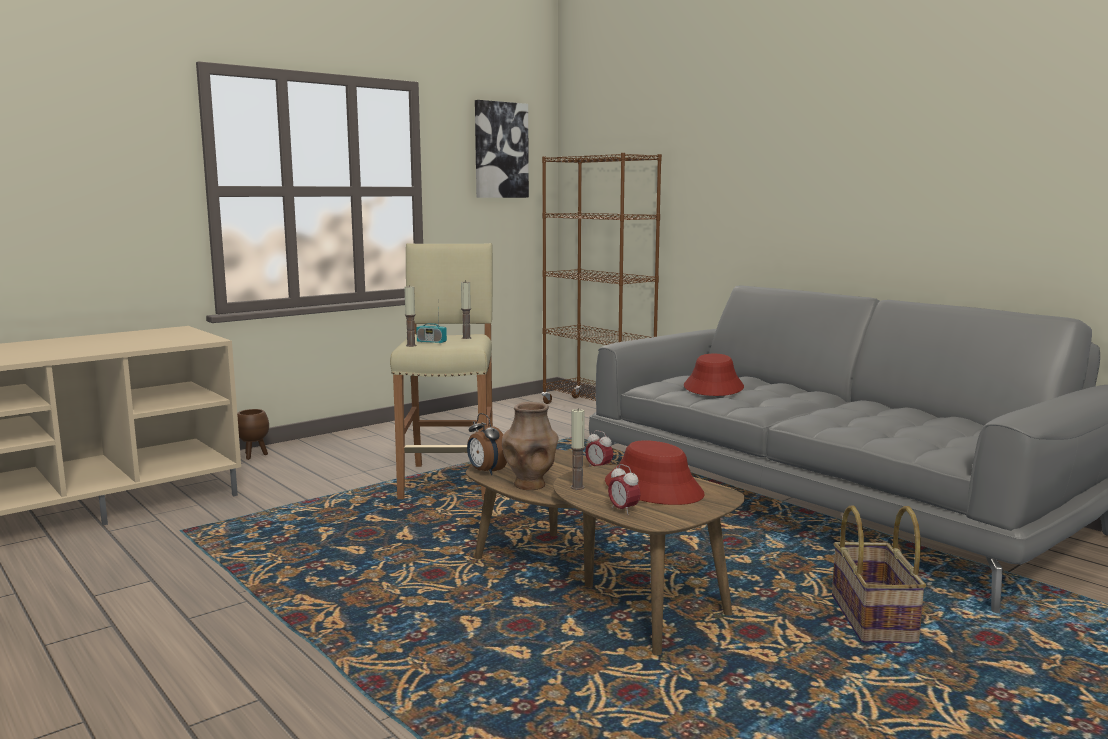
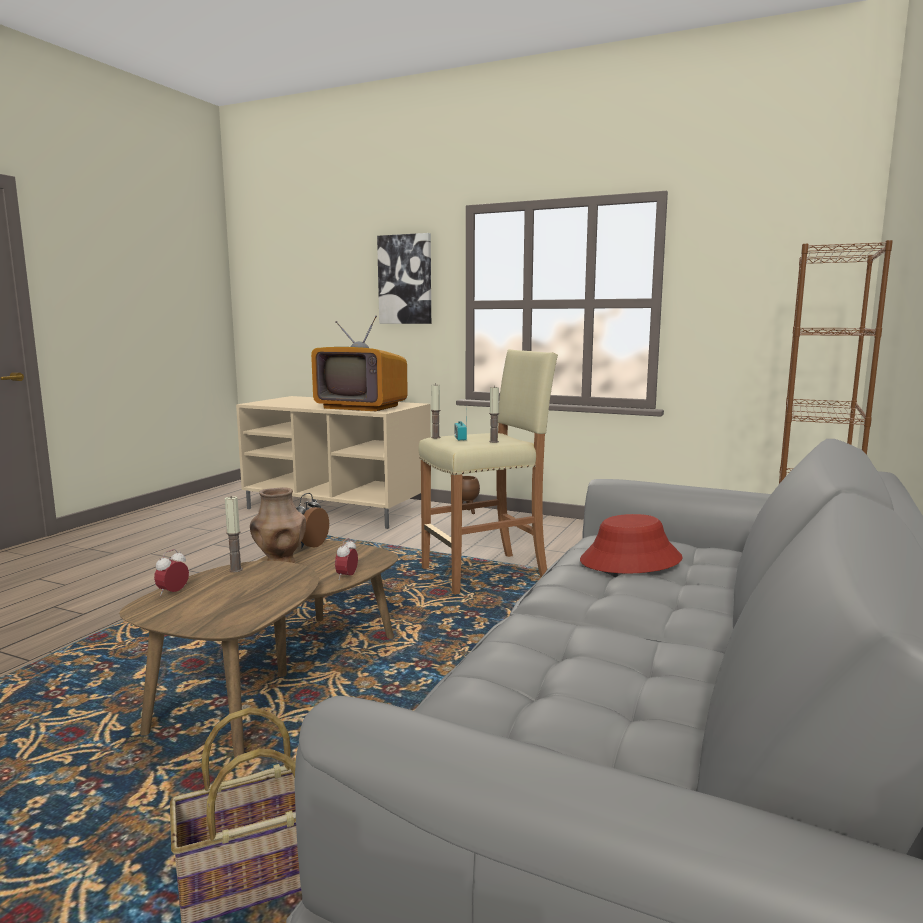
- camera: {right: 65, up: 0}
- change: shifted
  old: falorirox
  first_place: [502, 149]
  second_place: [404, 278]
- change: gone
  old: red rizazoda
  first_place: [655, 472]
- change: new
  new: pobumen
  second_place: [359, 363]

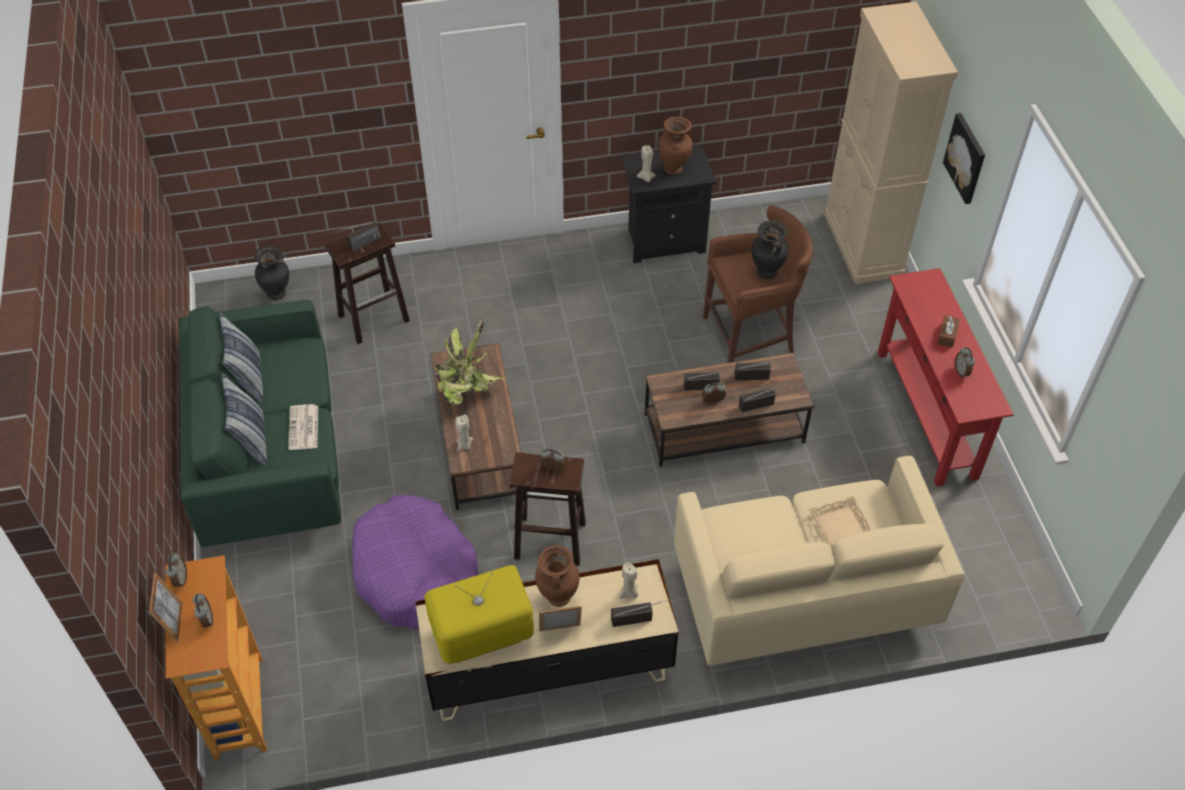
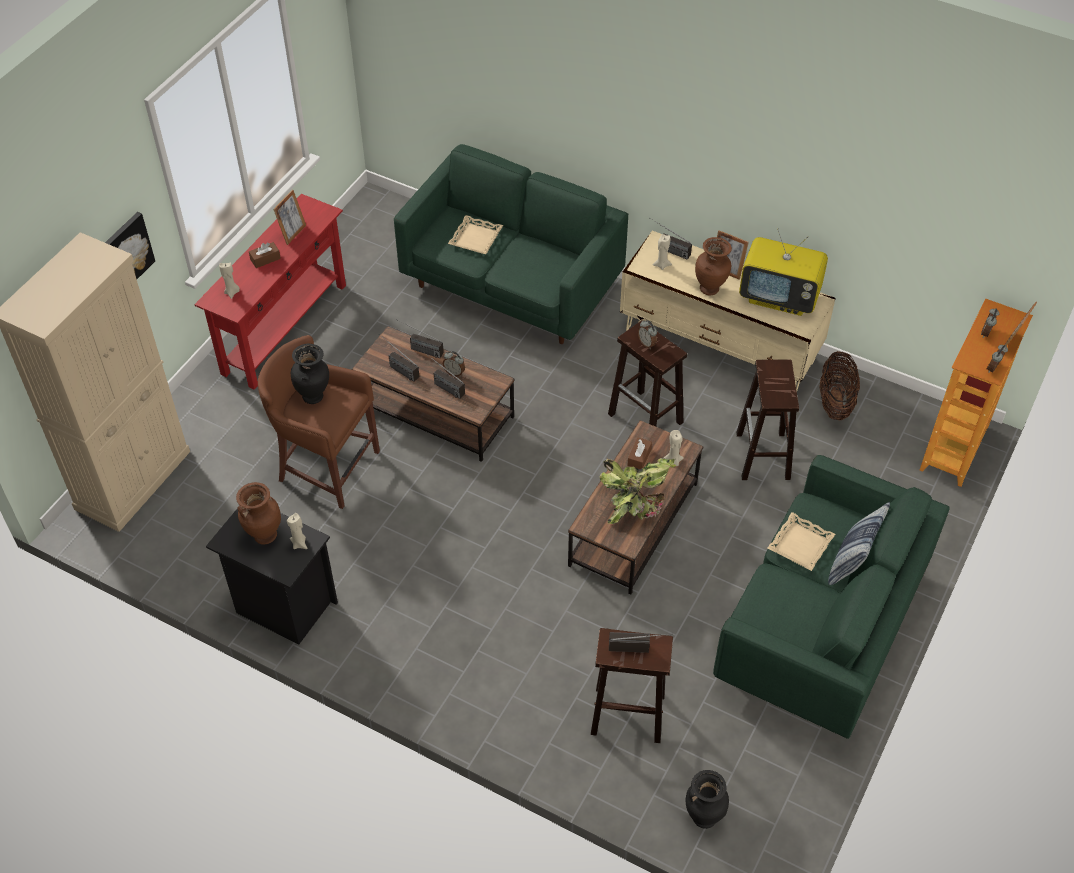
- camera: {right: -140, up: 0}
- change: gone
  old: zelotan
  first_place: [241, 357]
- change: swapped
  old: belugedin
  new: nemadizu
  first_place: [965, 362]
  second_place: [289, 217]
- change: swapped
  old: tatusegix
  new: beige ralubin
  first_place: [303, 427]
  second_place: [801, 541]
- change: repainted
  old: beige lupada
  new: green lupada
  first_place: [819, 561]
  second_place: [511, 244]
- change: swapped
  old: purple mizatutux
  new: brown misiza
  first_place: [415, 562]
  second_place: [767, 420]
- change: new
  new: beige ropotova
  second_place: [229, 281]
- change: new
  new: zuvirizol
  second_place: [839, 386]
- change: new
  new: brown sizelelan
  second_place: [639, 453]

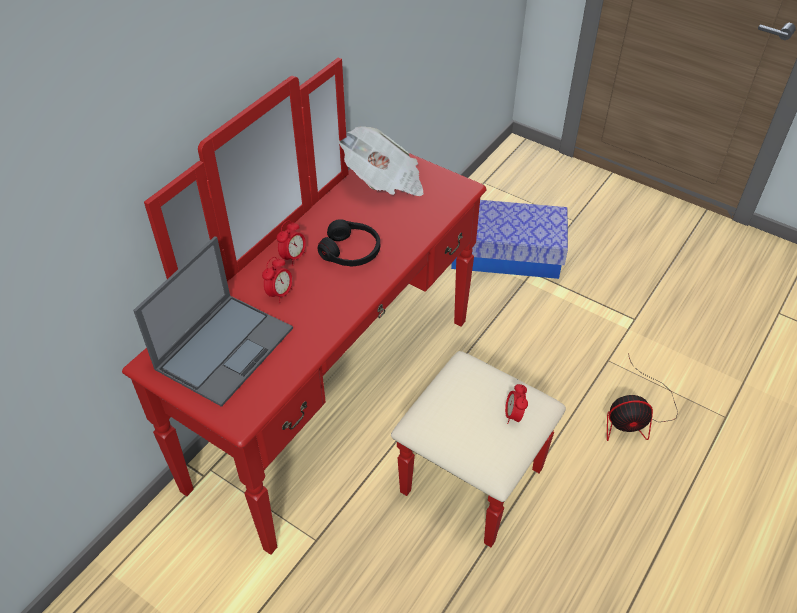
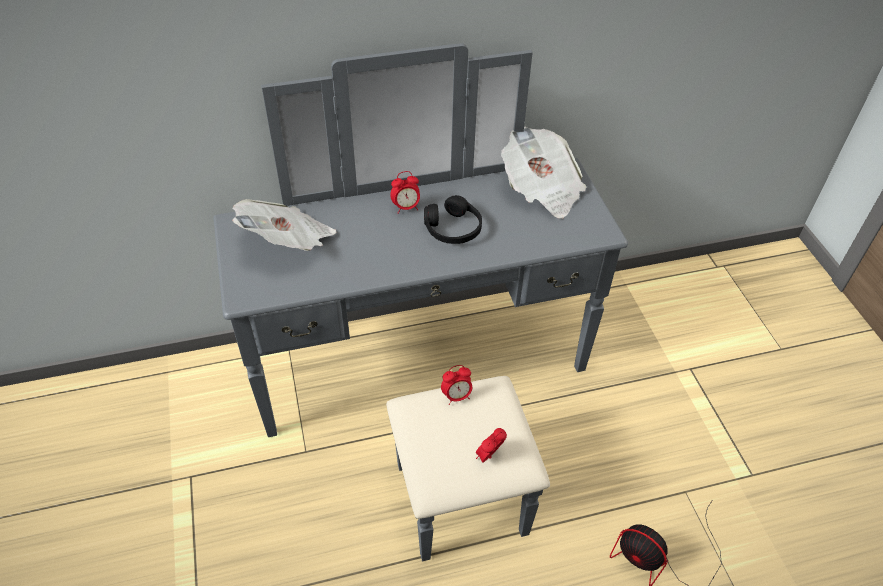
- camera: {right: 40, up: 0}
- change: repainted
  old: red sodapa
  new: grey sodapa
  first_place: [344, 306]
  second_place: [420, 302]
- change: gone
  old: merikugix
  first_place: [509, 239]
- change: swapped
  old: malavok
  new: tatusegix
  first_place: [213, 321]
  second_place: [284, 225]
- change: shifted
  old: belugedin
  first_place: [277, 280]
  second_place: [456, 385]

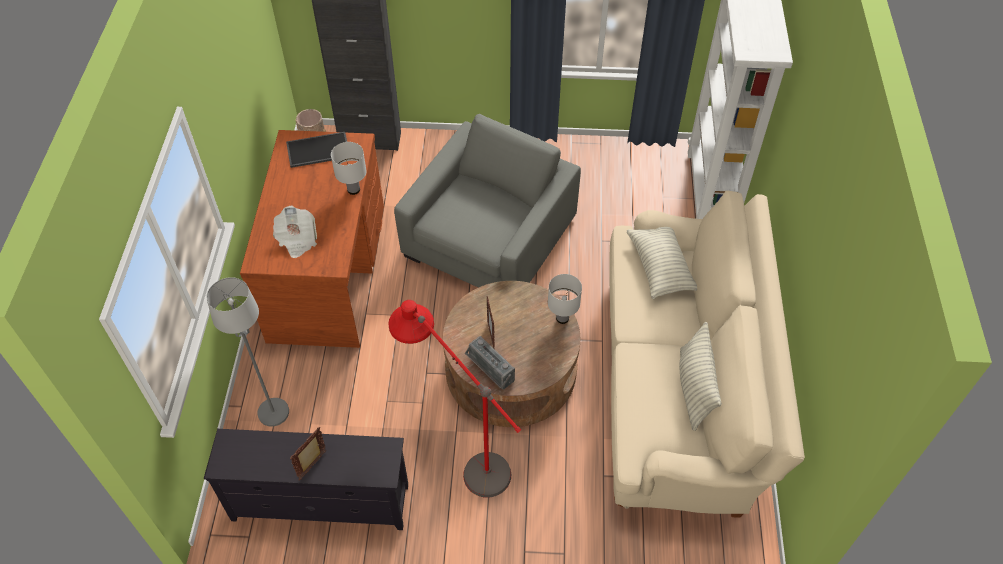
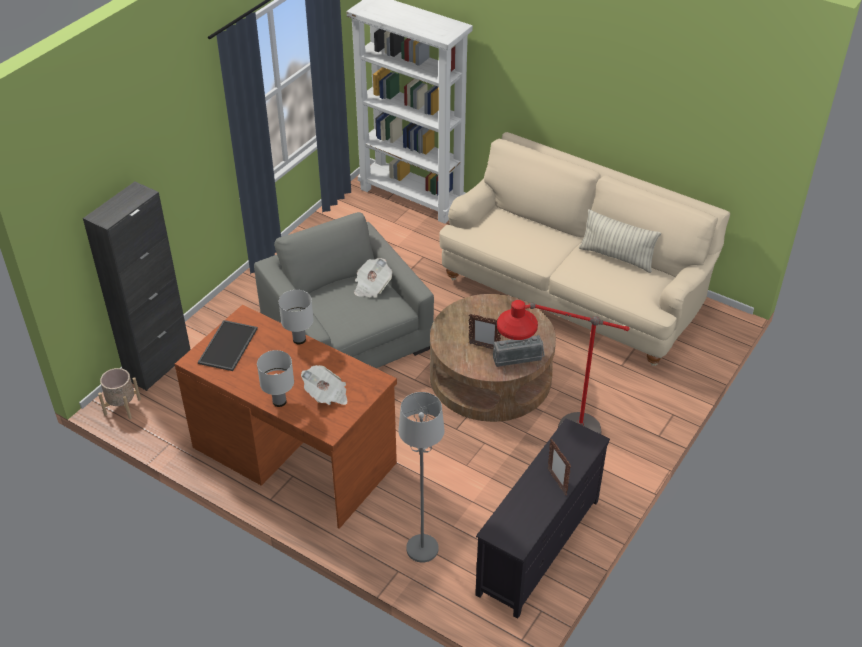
- camera: {right: -60, up: -10}
- change: gone
  old: zelotan
  first_place: [662, 263]
- change: shifted
  old: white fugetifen
  first_place: [565, 299]
  second_place: [275, 378]
- change: new
  new: tatusegix
  second_place: [373, 278]

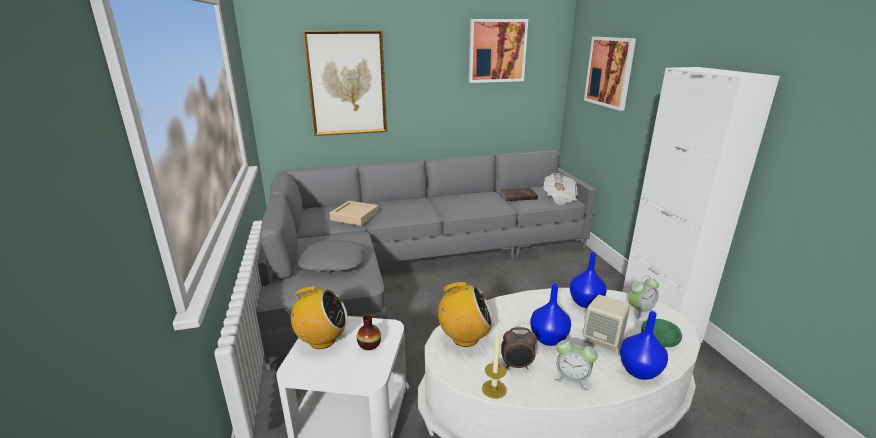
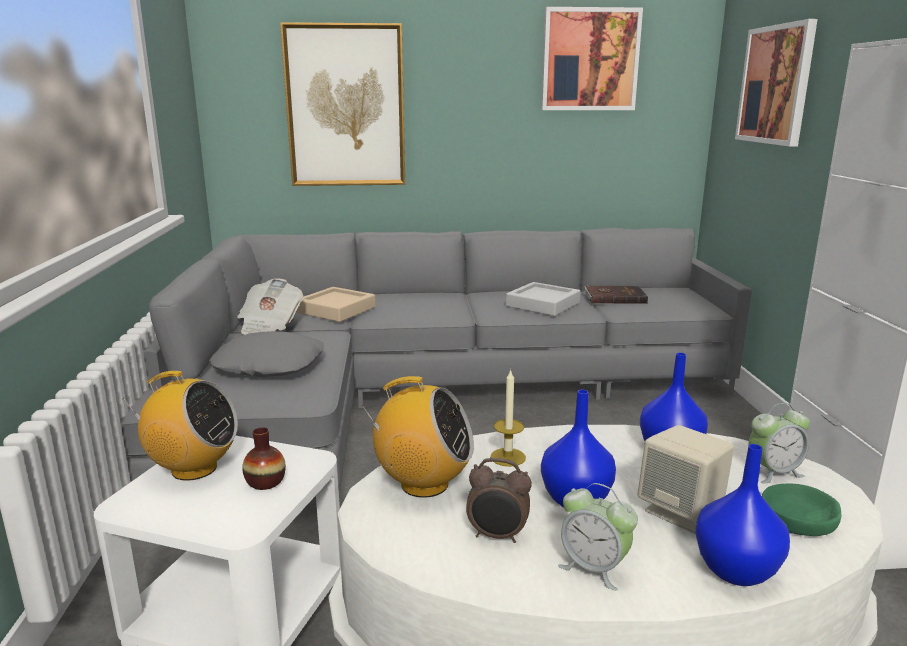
- camera: {right: 10, up: -5}
- change: shifted
  old: tatusegix
  first_place: [560, 188]
  second_place: [270, 306]
- change: shifted
  old: ropotova
  first_place: [494, 367]
  second_place: [508, 418]
- change: new
  new: grey ralubin
  second_place: [543, 299]

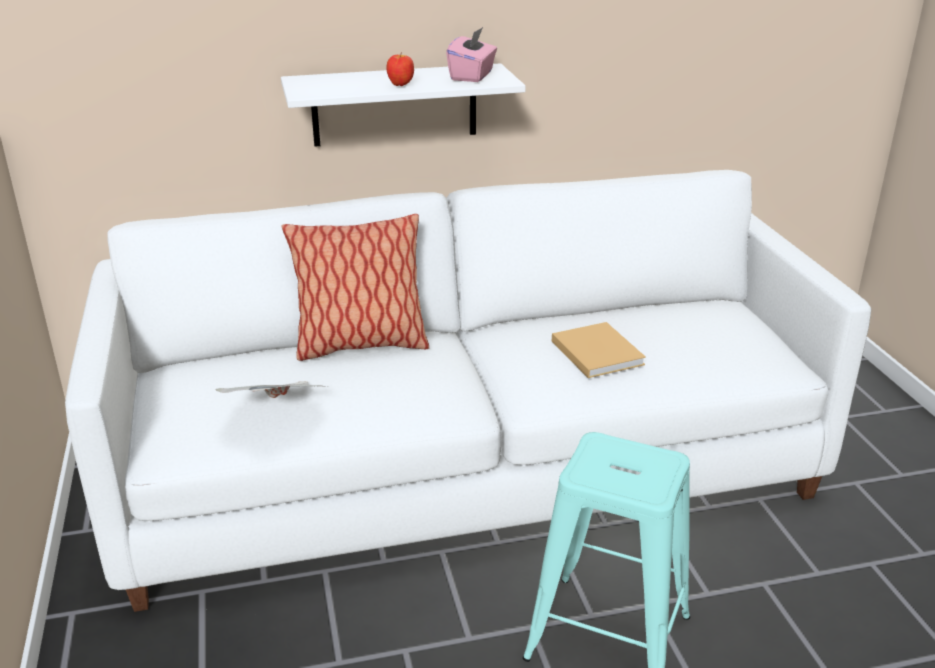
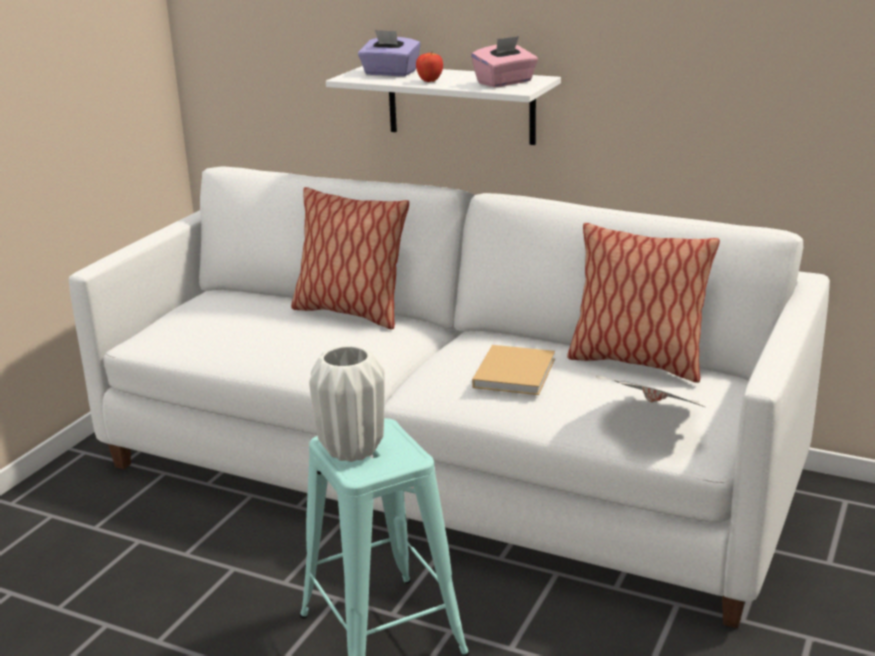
- camera: {right: 40, up: -5}
- change: shifted
  old: tatusegix
  first_place: [271, 389]
  second_place: [650, 391]
- change: new
  new: purple sizelelan
  second_place: [389, 53]
- change: new
  new: zelotan
  second_place: [643, 303]
- change: new
  new: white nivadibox
  second_place: [347, 403]

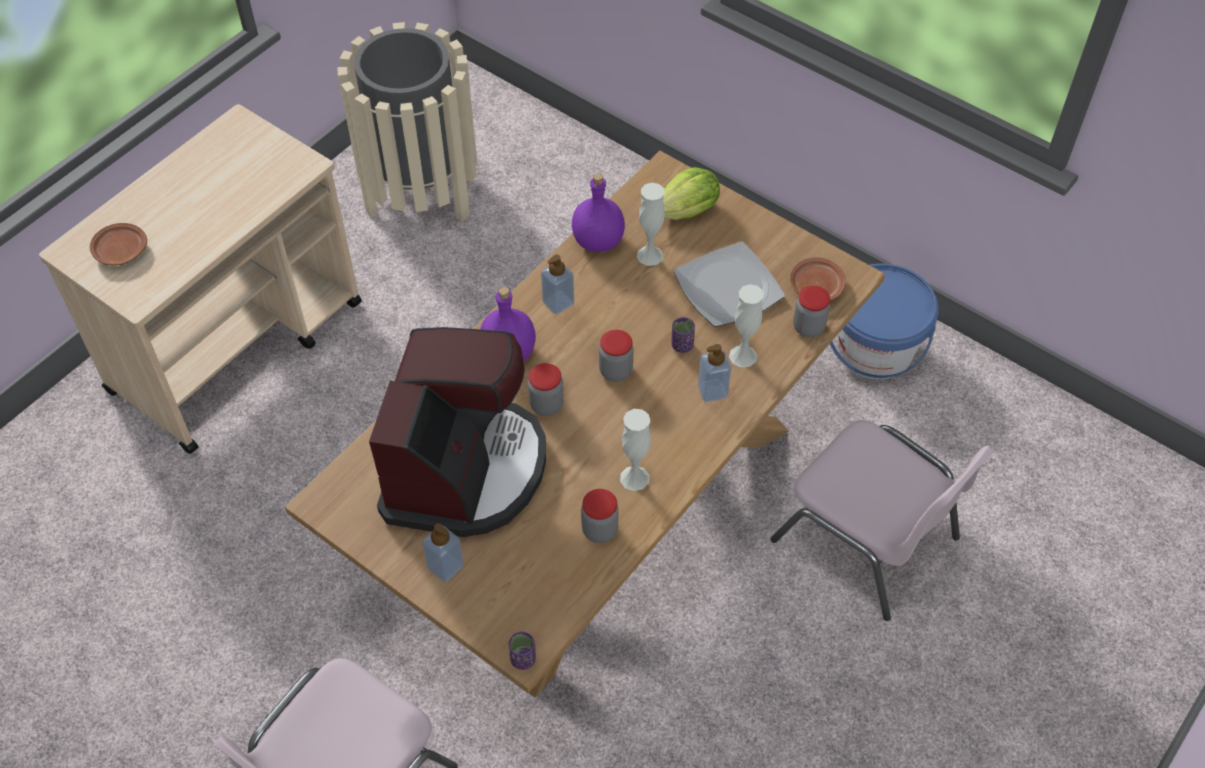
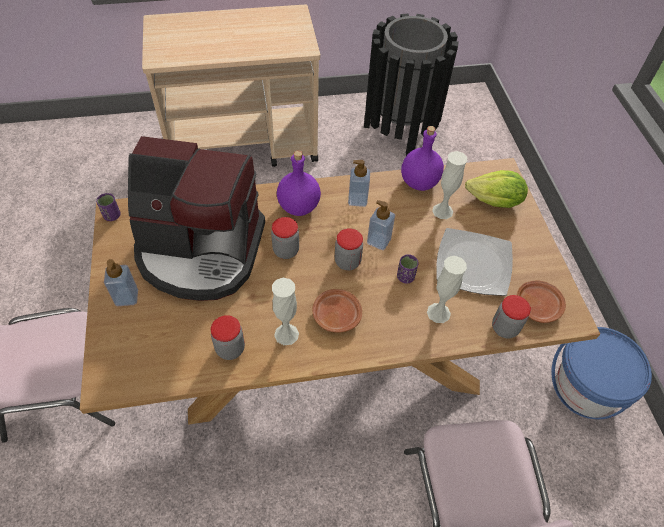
- camera: {right: 40, up: 0}
- change: repainted
  old: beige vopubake
  new: black vopubake
  first_place: [407, 122]
  second_place: [411, 85]
- change: shifted
  old: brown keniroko
  first_place: [118, 244]
  second_place: [337, 311]
- change: rotated
  old: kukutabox
  first_place: [457, 432]
  second_place: [196, 218]
  degrees: 45
- change: shifted
  old: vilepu
  first_place: [714, 373]
  second_place: [381, 225]
- change: shifted
  old: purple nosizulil
  first_place: [522, 650]
  second_place: [108, 207]

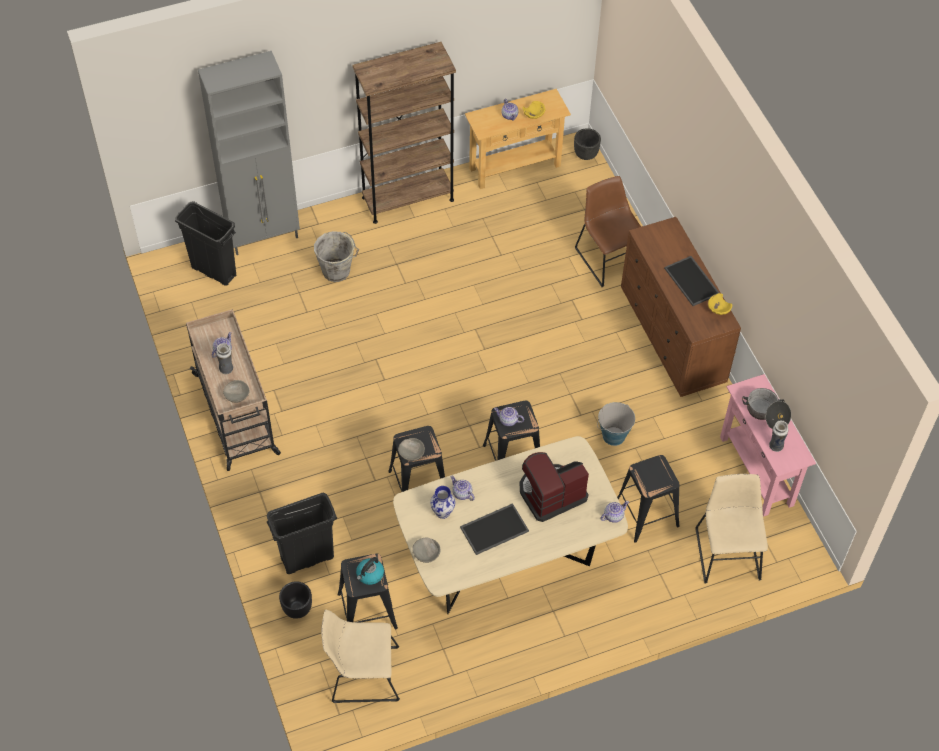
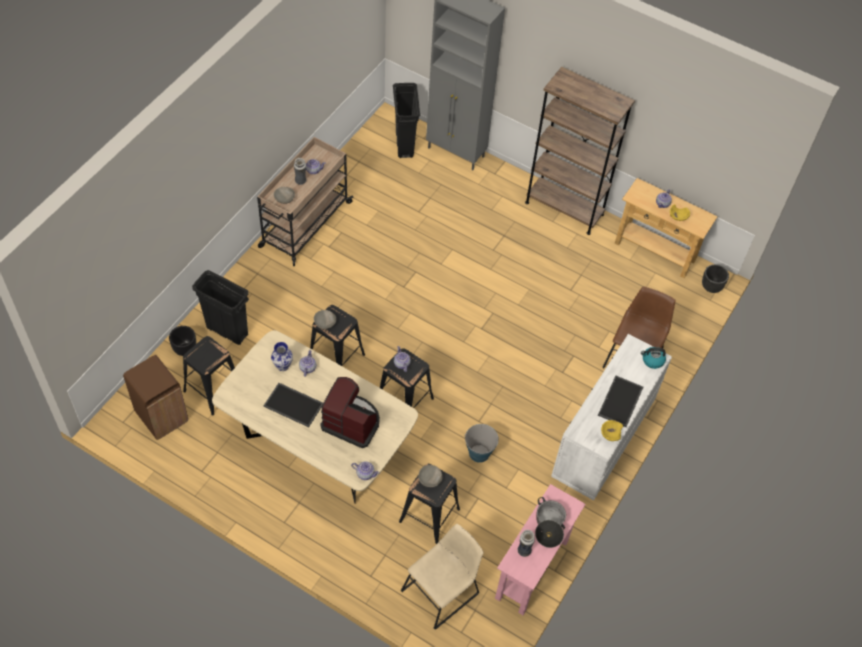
- camera: {right: 50, up: 0}
- change: repainted
  old: brown sodapa
  new: white sodapa
  first_place: [681, 307]
  second_place: [611, 417]
- change: gone
  old: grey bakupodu
  first_place: [336, 256]
- change: shifted
  old: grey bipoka
  first_place: [426, 550]
  second_place: [430, 476]
- change: shifted
  old: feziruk
  first_place: [370, 571]
  second_place: [653, 358]
- change: swapped
  old: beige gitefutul
  new: brown vopubake
  first_place: [360, 656]
  second_place: [155, 397]

